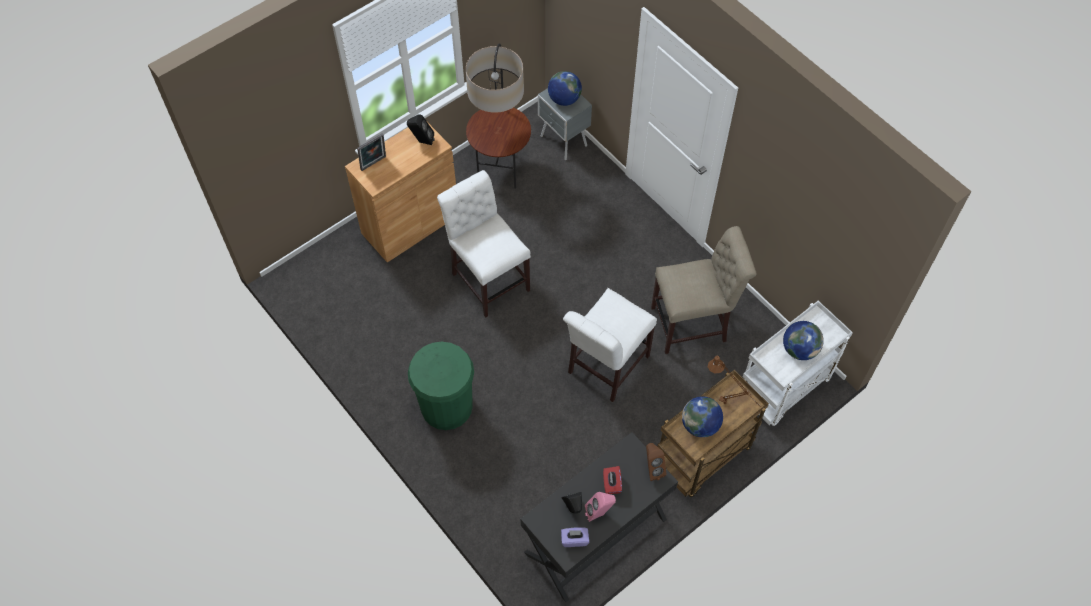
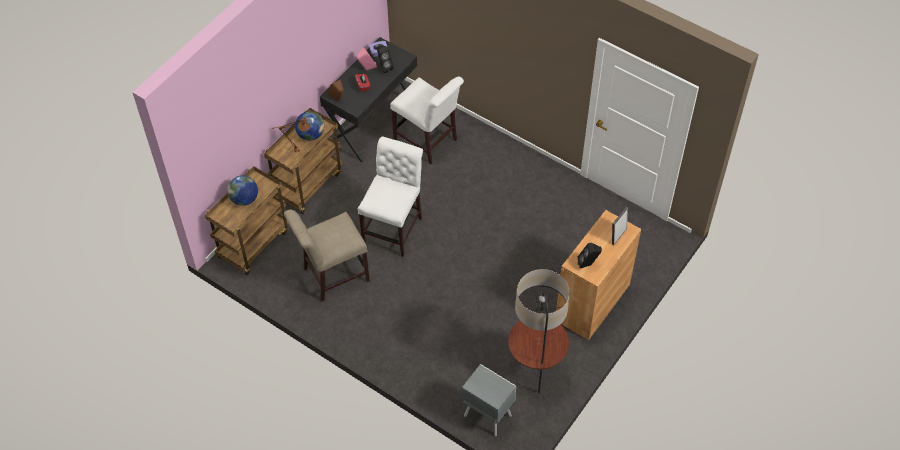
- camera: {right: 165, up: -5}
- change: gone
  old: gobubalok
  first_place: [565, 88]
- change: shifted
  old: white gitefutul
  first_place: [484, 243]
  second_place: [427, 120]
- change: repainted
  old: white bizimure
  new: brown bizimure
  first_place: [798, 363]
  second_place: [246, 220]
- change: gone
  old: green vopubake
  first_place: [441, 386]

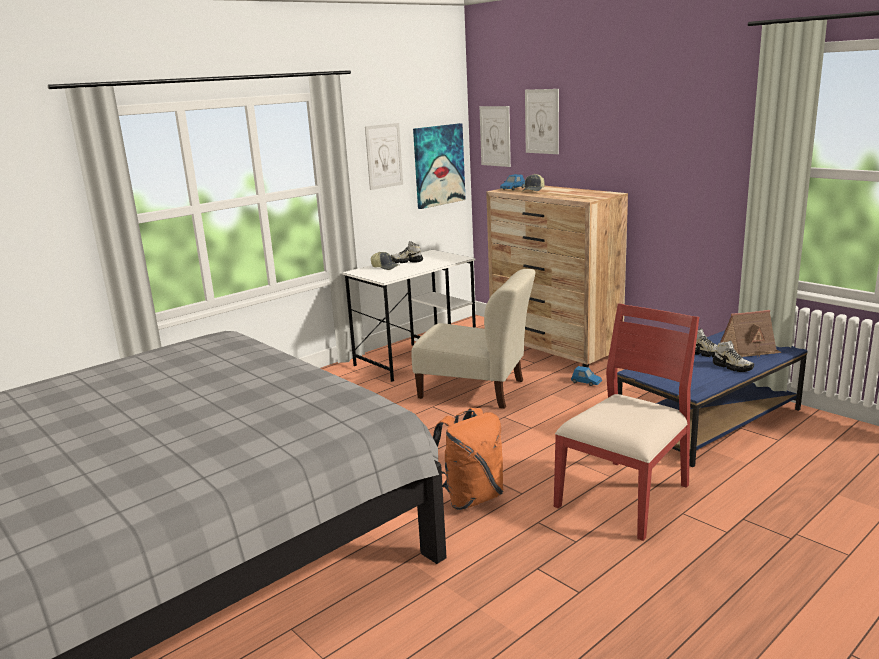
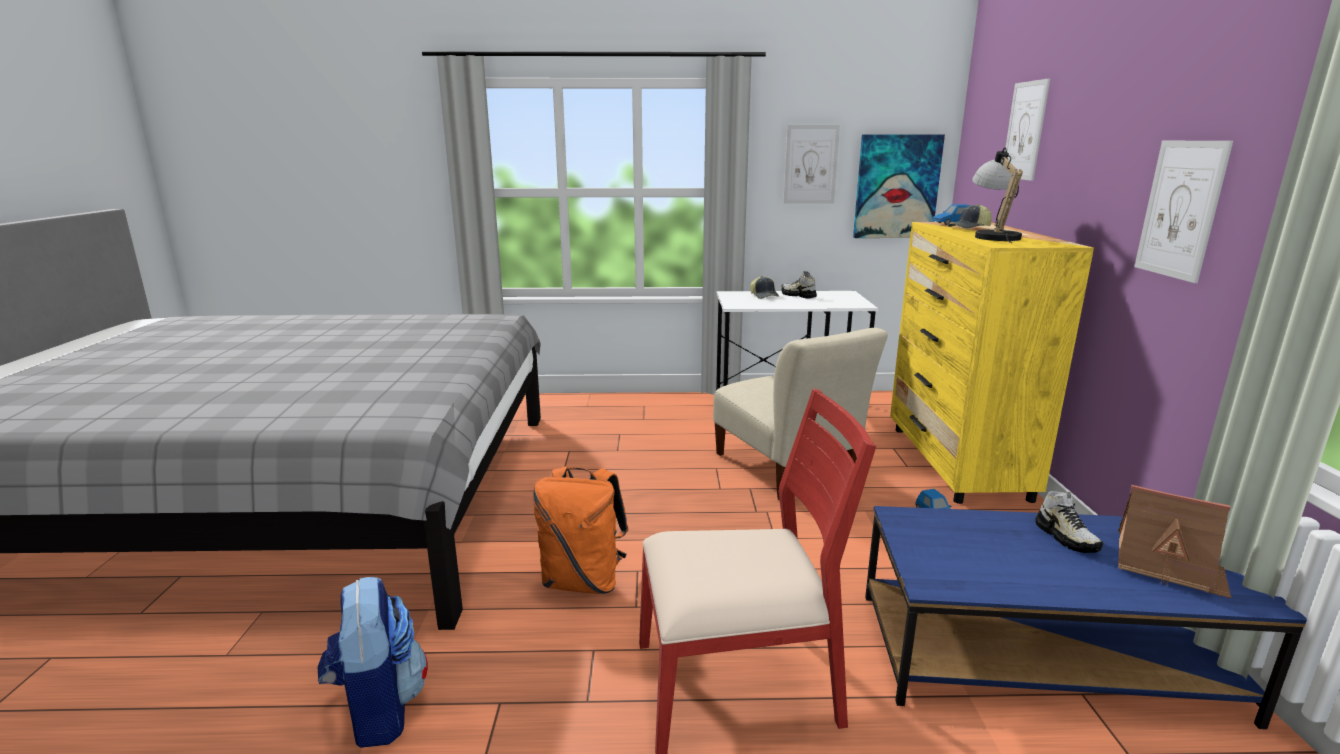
- camera: {right: 40, up: 0}
- change: shifted
  old: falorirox
  first_place: [495, 136]
  second_place: [1183, 212]
- change: repainted
  old: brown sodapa
  new: yellow sodapa
  first_place: [557, 277]
  second_place: [992, 363]
- change: gone
  old: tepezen
  first_place: [733, 356]
- change: new
  new: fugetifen
  second_place: [997, 195]
- change: new
  new: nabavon
  second_place: [373, 662]

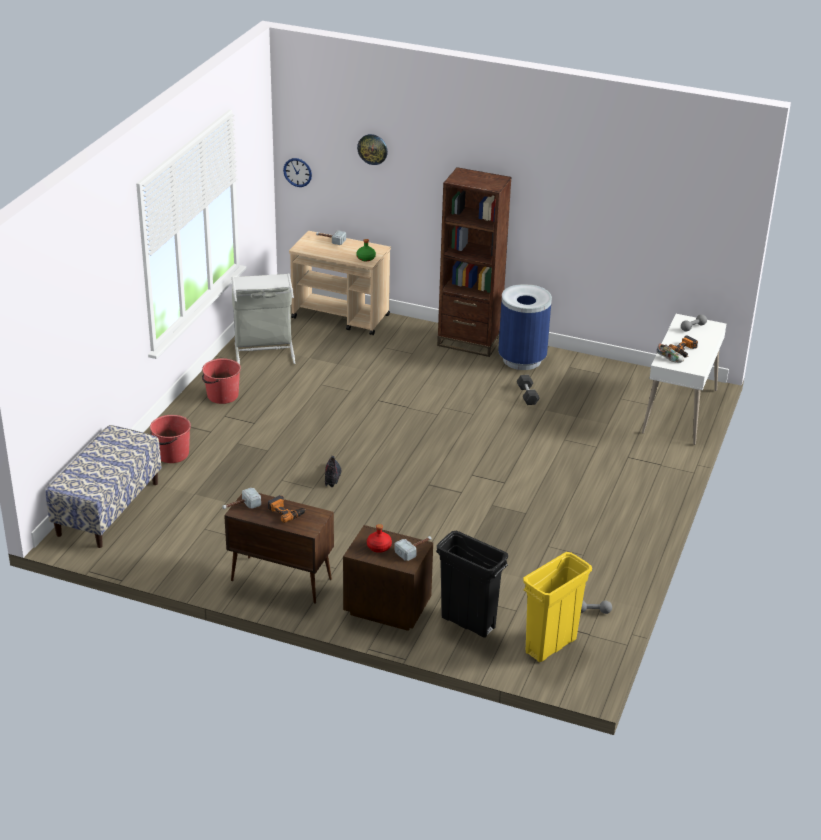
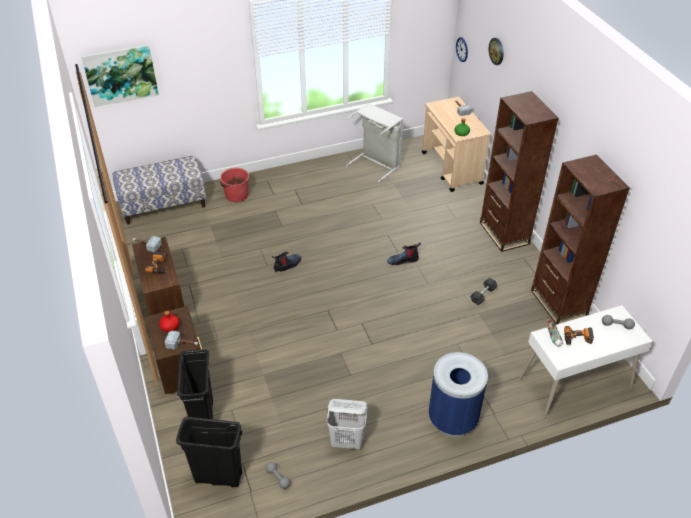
- camera: {right: 50, up: 10}
- change: shifted
  old: blue vopubake
  first_place: [525, 327]
  second_place: [458, 394]
- change: gone
  old: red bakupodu
  first_place: [221, 381]
- change: repainted
  old: yellow vopubake
  new: black vopubake
  first_place: [557, 607]
  second_place: [209, 452]
- change: new
  new: falorirox
  second_place: [120, 75]
- change: new
  new: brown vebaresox
  second_place: [580, 240]
- change: new
  new: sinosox
  second_place: [404, 253]
- change: new
  new: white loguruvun
  second_place: [347, 424]

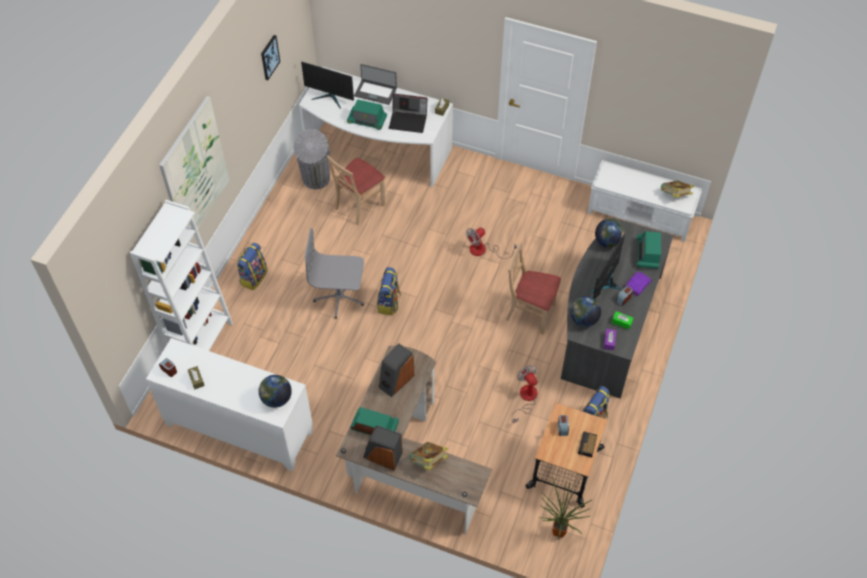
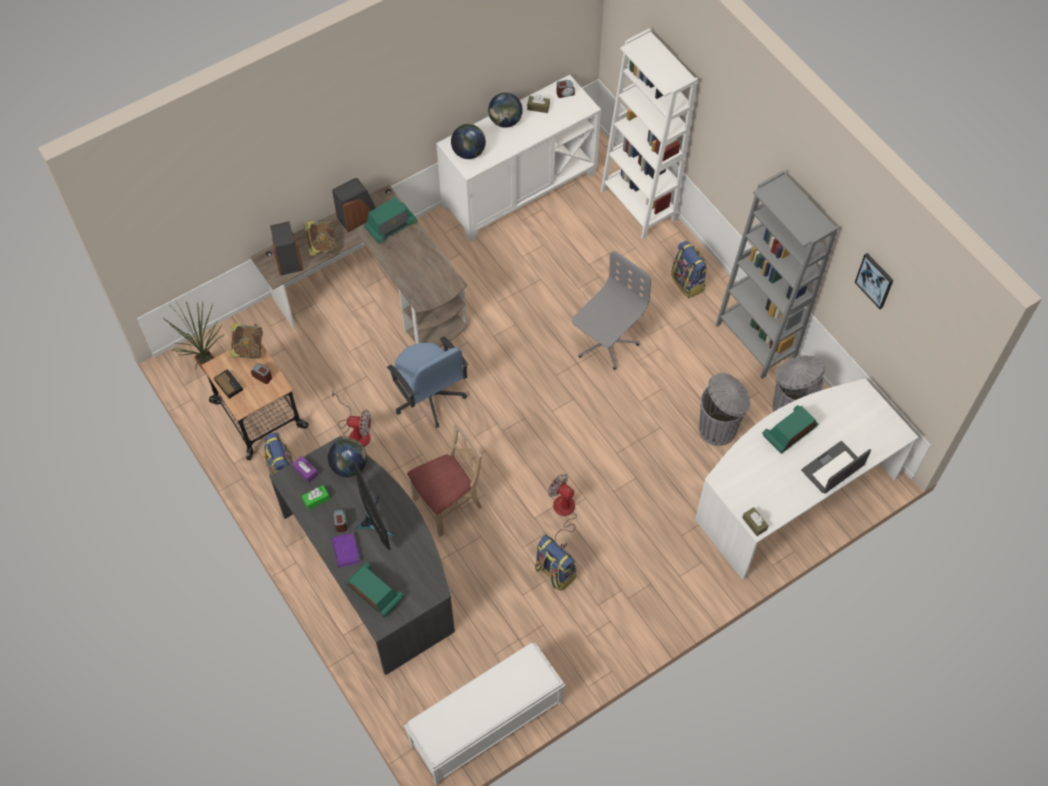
- camera: {right: 125, up: 5}
- change: gone
  old: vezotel
  first_place: [327, 85]
- change: gone
  old: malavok
  first_place: [408, 113]
- change: gone
  old: falorirox
  first_place: [194, 169]
- change: swapped
  old: beige gitefutul
  new: grey vopubake
  first_place: [356, 190]
  second_place: [725, 409]
- change: shifted
  old: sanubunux
  first_place: [677, 189]
  second_place: [246, 341]
- change: shifted
  old: gobubalok
  first_place: [610, 233]
  second_place: [505, 110]
- change: rotated
  old: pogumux
  first_place: [492, 243]
  second_place: [562, 511]
  degrees: -45
- change: shifted
  old: nabavon
  first_place: [389, 291]
  second_place: [555, 563]
- change: shifted
  old: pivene
  first_place: [396, 370]
  second_place: [287, 248]
- change: new
  new: grey vebaresox
  second_place: [777, 274]
- change: new
  new: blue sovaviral
  second_place: [427, 382]

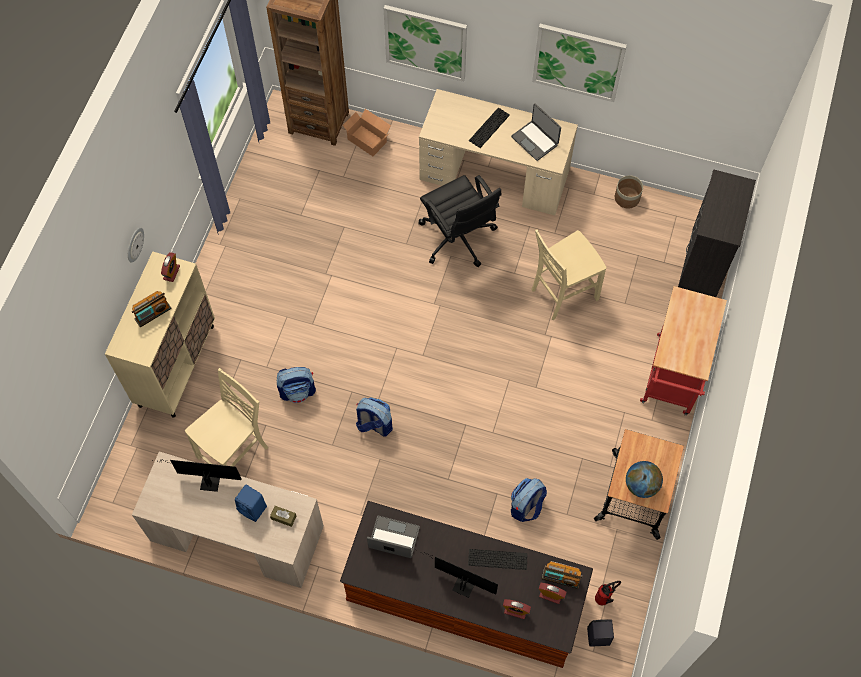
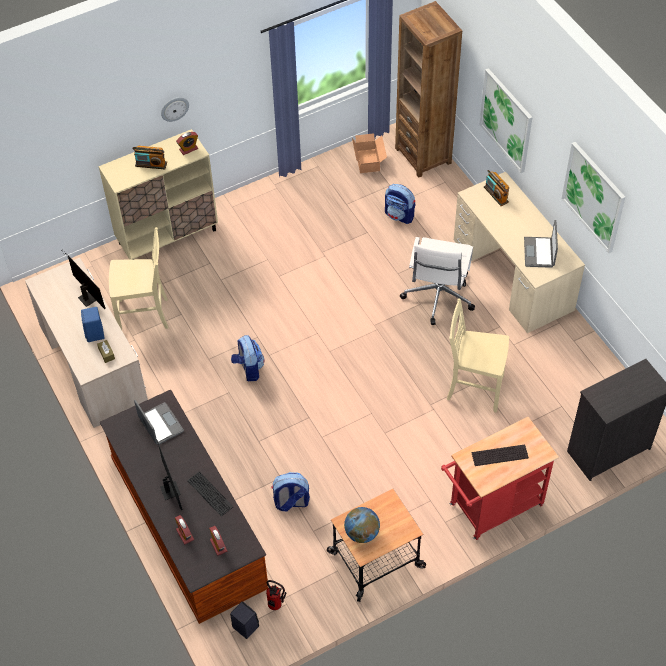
- camera: {right: 45, up: -10}
- change: shifted
  old: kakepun
  first_place: [489, 128]
  second_place: [500, 455]
- change: shifted
  old: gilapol
  first_place: [367, 132]
  second_place: [369, 153]
- change: repainted
  old: black sovaviral
  new: white sovaviral
  first_place: [460, 221]
  second_place: [437, 281]
- change: gone
  old: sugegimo
  first_place: [629, 191]
- change: shifted
  old: nabavon
  first_place: [296, 385]
  second_place: [400, 204]
- change: shifted
  old: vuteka
  first_place: [562, 575]
  second_place: [496, 188]

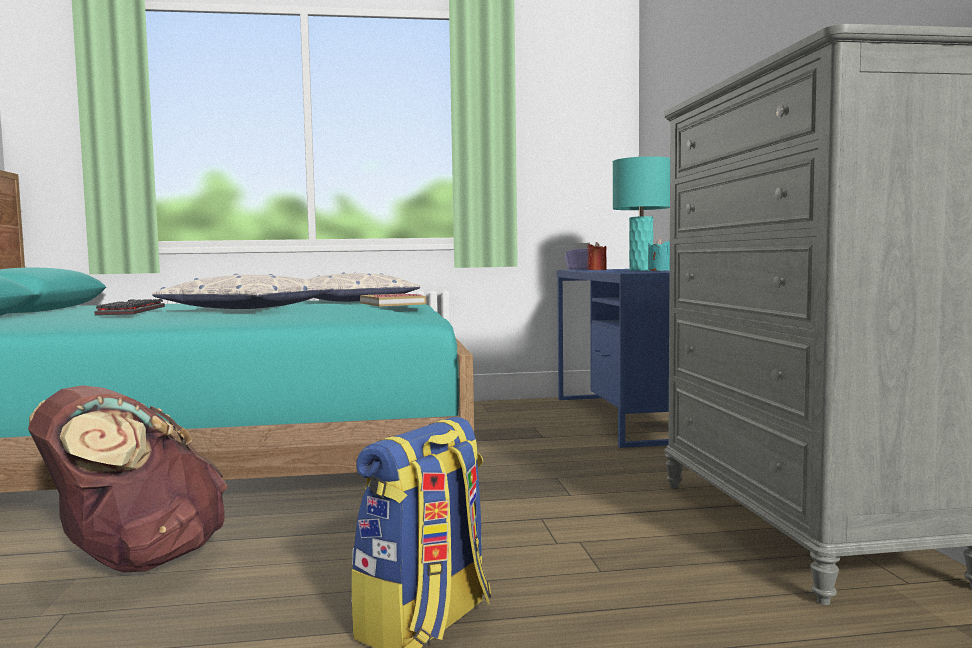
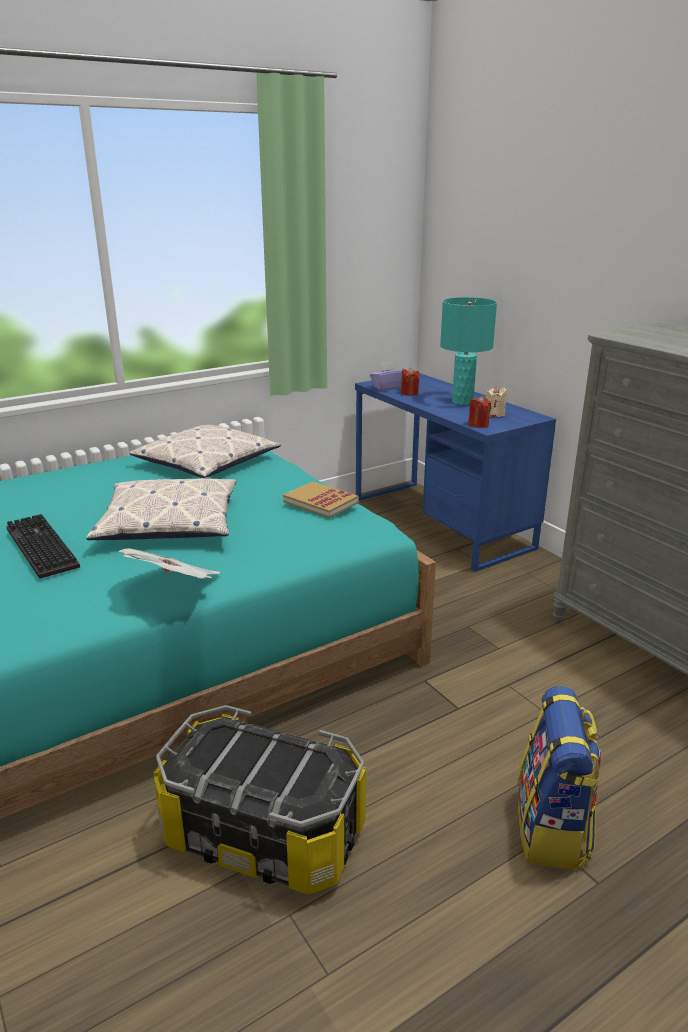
- camera: {right: -25, up: 20}
- change: repainted
  old: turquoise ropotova
  new: beige ropotova
  first_place: [659, 255]
  second_place: [496, 401]
- change: swapped
  old: brown nabavon
  new: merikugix
  first_place: [128, 479]
  second_place: [259, 800]
- change: new
  new: red ropotova
  second_place: [479, 412]
- change: new
  new: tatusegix
  second_place: [169, 563]

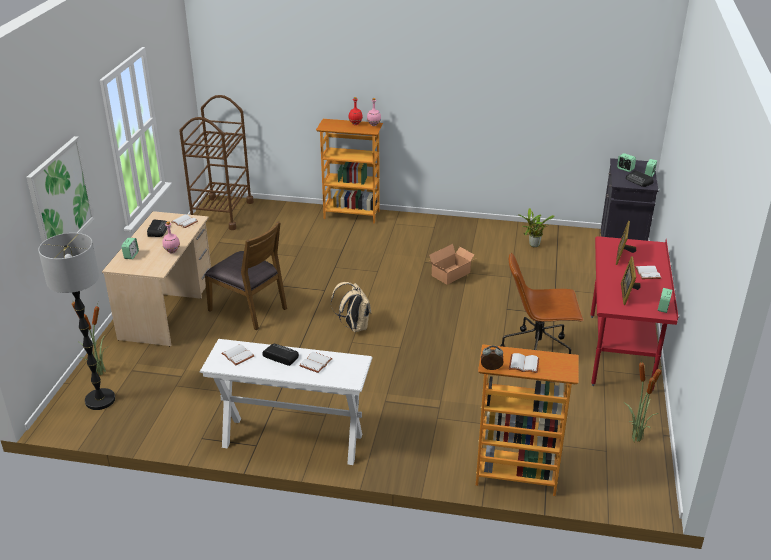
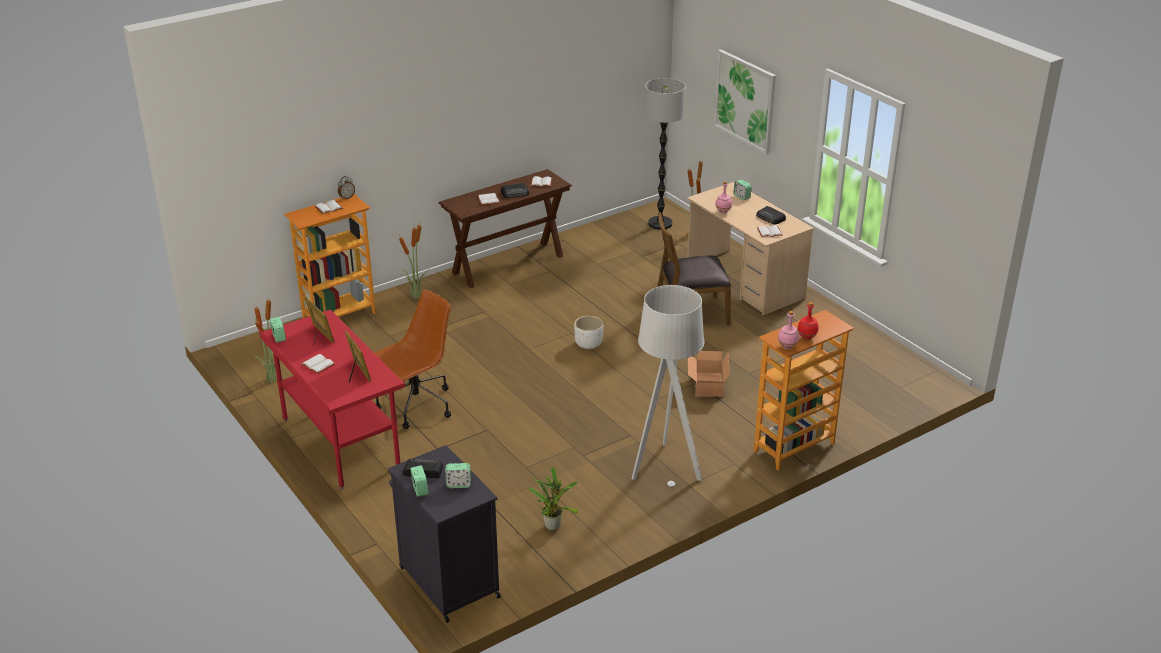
- camera: {right: 135, up: 0}
- change: gone
  old: brown bizimure
  first_place: [216, 162]
- change: shifted
  old: gilapol
  first_place: [453, 264]
  second_place: [709, 374]
- change: swapped
  old: beige nabavon
  new: white sugegimo
  first_place: [351, 307]
  second_place: [588, 332]
- change: repainted
  old: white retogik
  new: brown retogik
  first_place: [286, 402]
  second_place: [505, 228]
- change: new
  new: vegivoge
  second_place: [414, 262]
- change: new
  new: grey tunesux
  second_place: [667, 386]

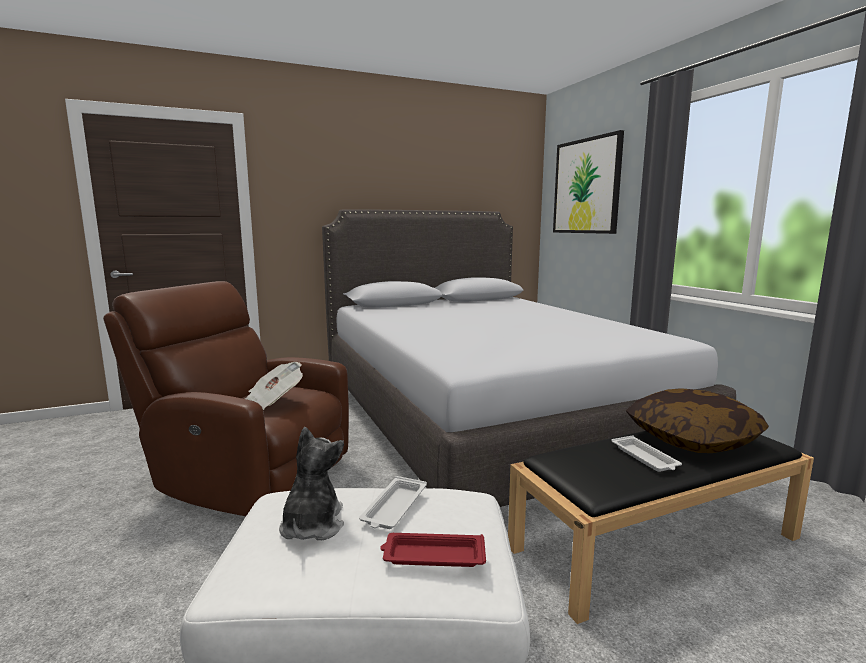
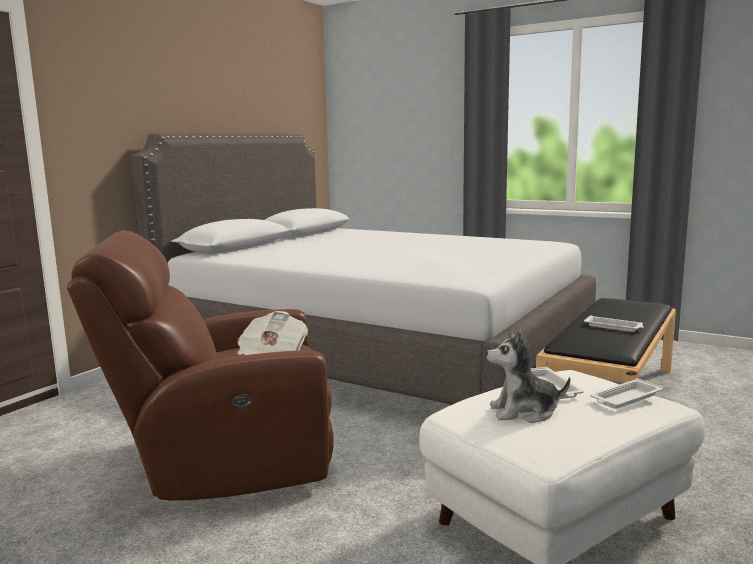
- camera: {right: -35, up: 0}
- change: gone
  old: falorirox
  first_place: [588, 182]
- change: gone
  old: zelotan
  first_place: [697, 420]
- change: rotated
  old: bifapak
  first_place: [311, 483]
  second_place: [528, 376]
  degrees: -60
- change: repainted
  old: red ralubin
  new: white ralubin
  first_place: [433, 550]
  second_place: [627, 393]

